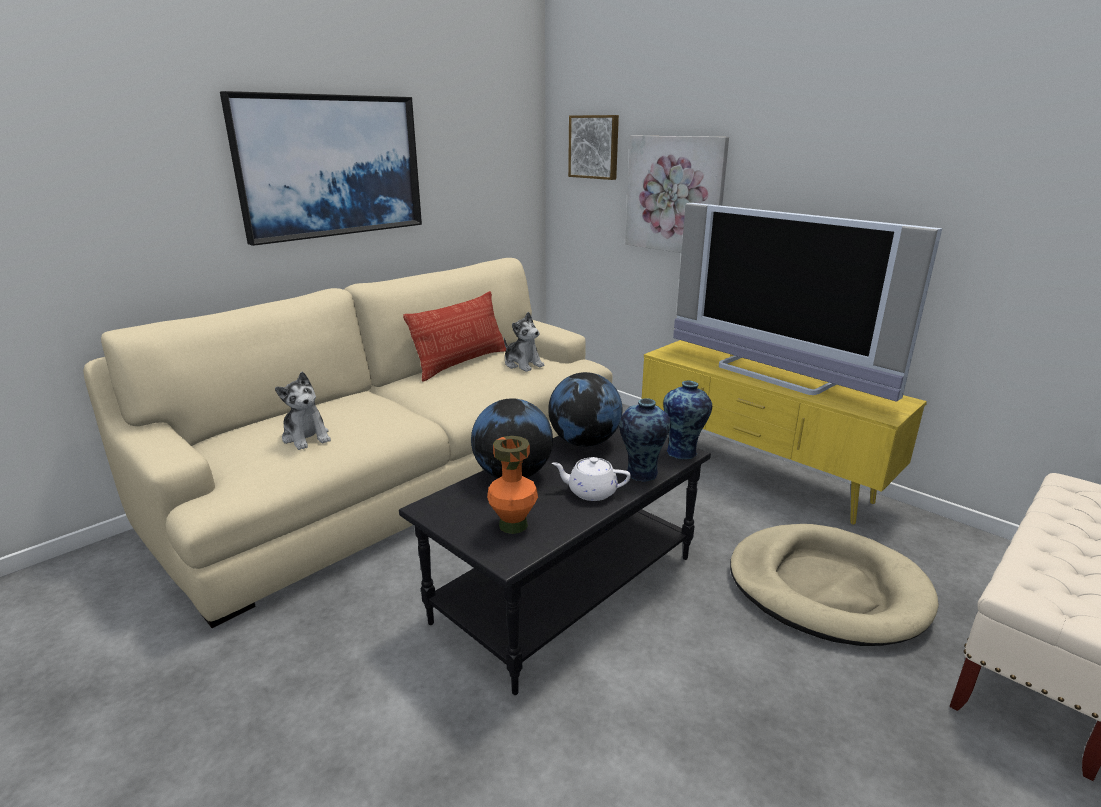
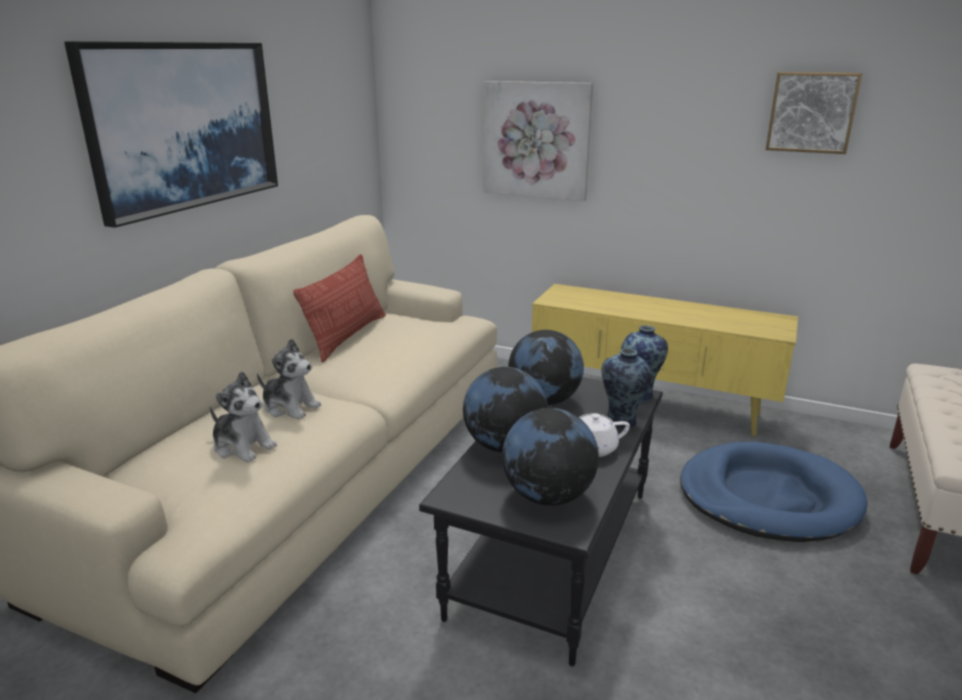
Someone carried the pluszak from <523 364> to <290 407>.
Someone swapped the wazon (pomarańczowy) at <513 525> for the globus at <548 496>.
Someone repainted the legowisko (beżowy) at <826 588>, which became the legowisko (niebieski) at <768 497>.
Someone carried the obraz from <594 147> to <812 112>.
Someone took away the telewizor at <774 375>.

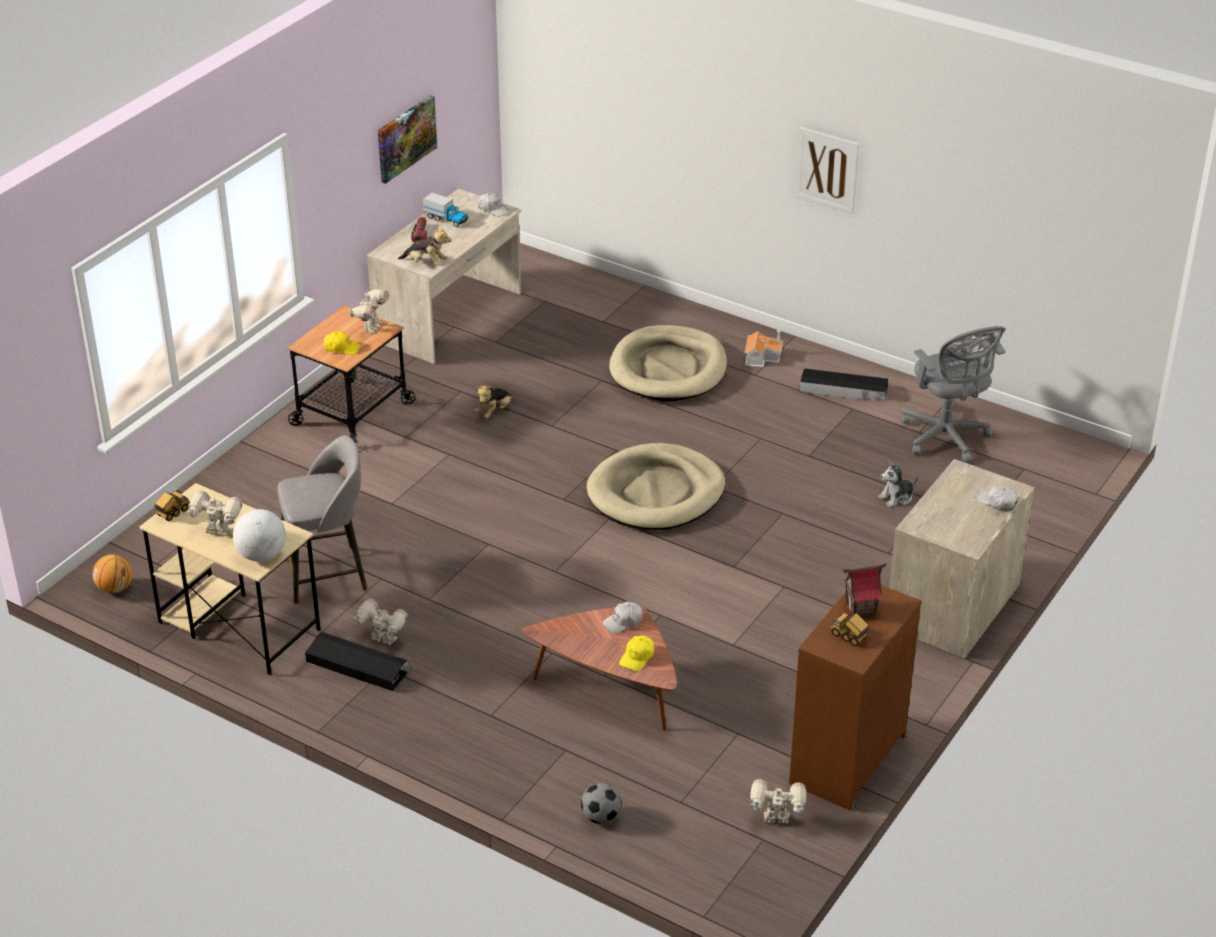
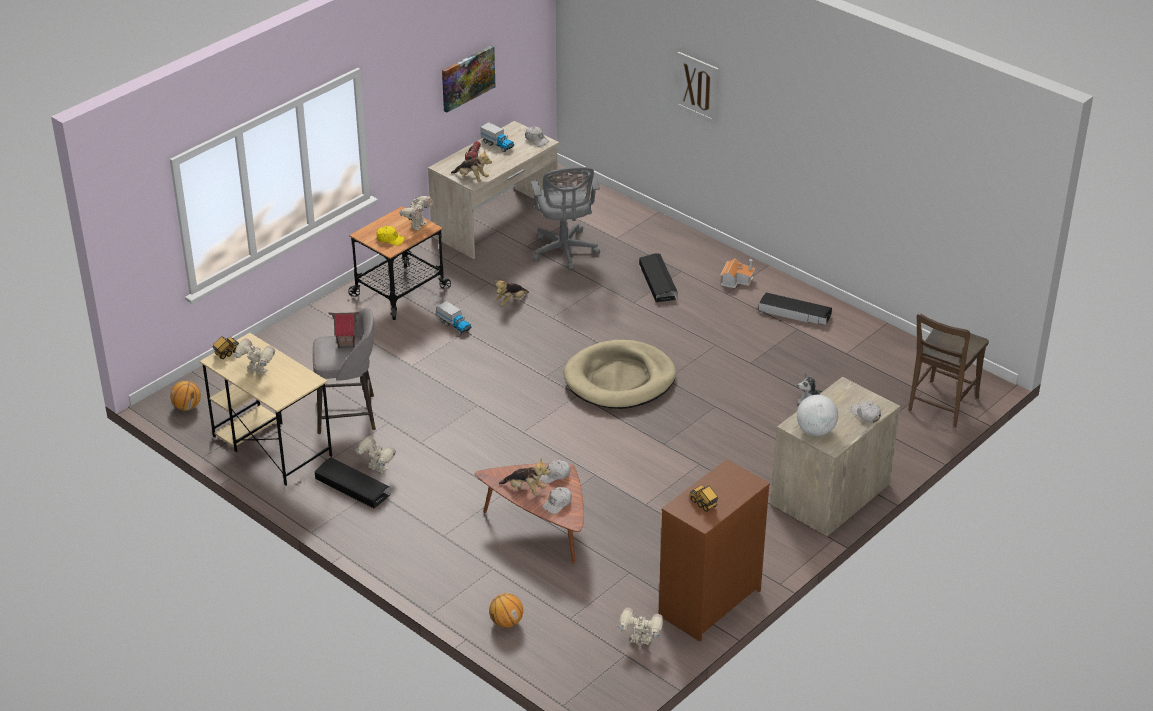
Someone carried the domek from <861 609> to <346 343>.
Someone put down the ciężarówka zabawkowa at <454 325>.
Someone swapped the piłka futbolowa at <601 817> for the piłka do koszykówki at <506 622>.
Someone put down the pluszak at <525 490>.
Someone carried the krzesło biurowe (szary) from <946 438> to <564 252>.
Someone repainted the czapka z daszkiem (żółty) at <637 657>, which became the czapka z daszkiem (biały) at <557 503>.
Someone swapped the legowisko (beżowy) at <668 369> for the pojemnik do przechowywania (czarny) at <658 281>.
Someone carried the obraz from <827 170> to <697 87>.
Someone carried the globus from <262 555> to <815 431>.
Someone put down the krzesło (brązowy) at <941 406>.

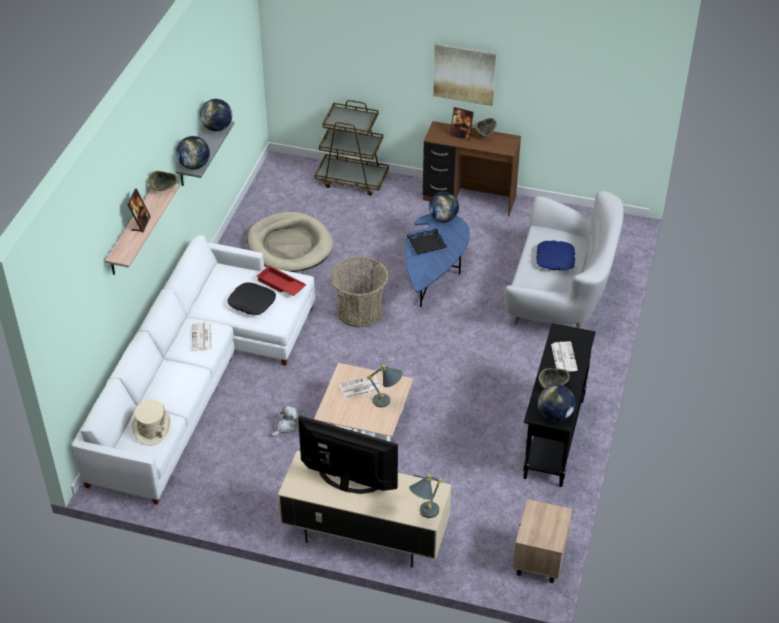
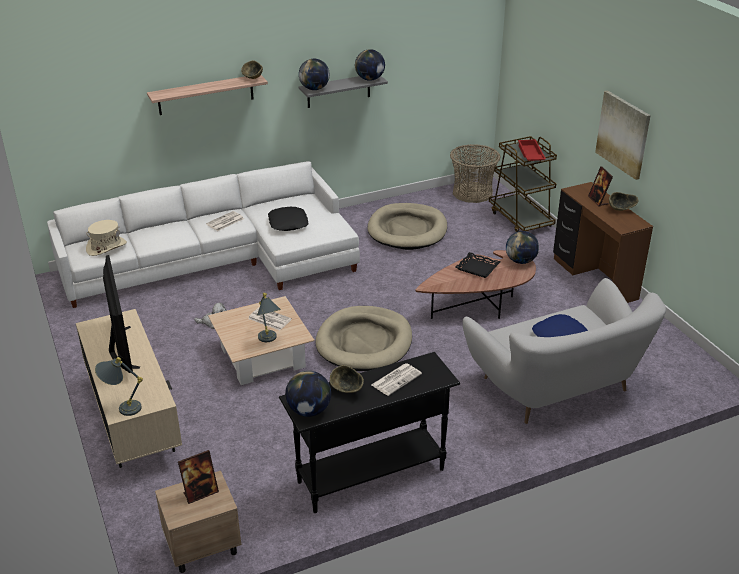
Someone carried the ramka na zdjęcie from <141 224> to <200 493>.
Someone put down the legowisko (beżowy) at <364 342>.
Someone repainted the ława (niebieski) at <434 273>, which became the ława (brązowy) at <479 305>.
Someone carried the koszyk from <359 311> to <472 193>.
Someone carried the taca (czerwony) from <280 285> to <530 154>.

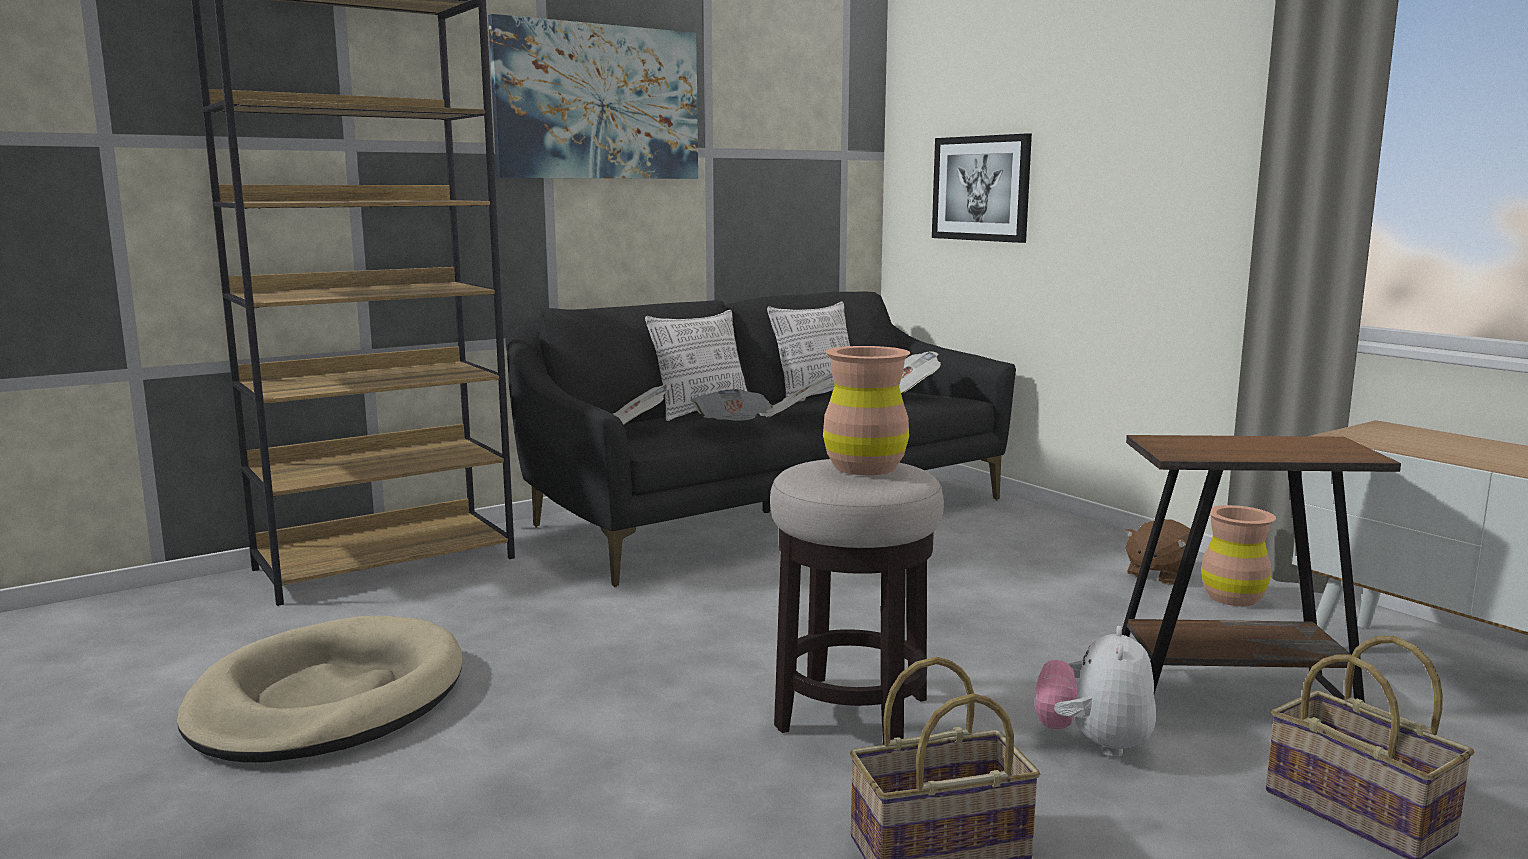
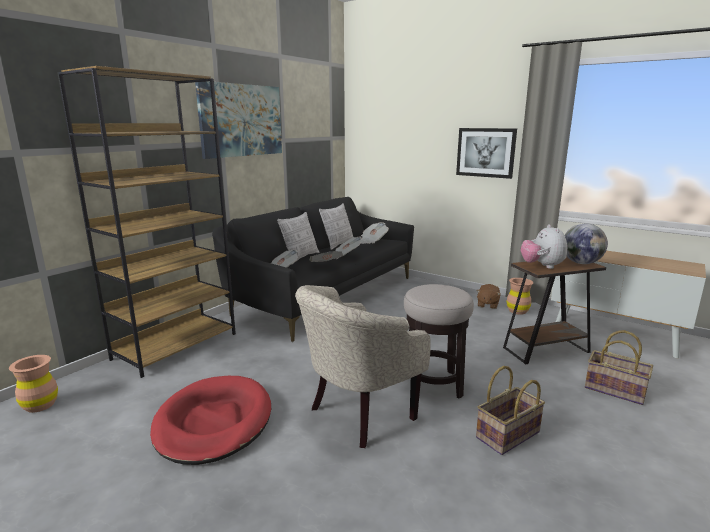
Someone carried the wazon (brązowy) from <865 467> to <40 405>.
Someone repainted the legowisko (beżowy) at <328 700>, which became the legowisko (czerwony) at <213 422>.
Someone put down the fotel (beżowy) at <357 415>.
Someone carried the obraz from <981 188> to <485 152>.
Someone carried the pluszak from <1093 744> to <542 266>.
Someone put down the globus at <581 263>.

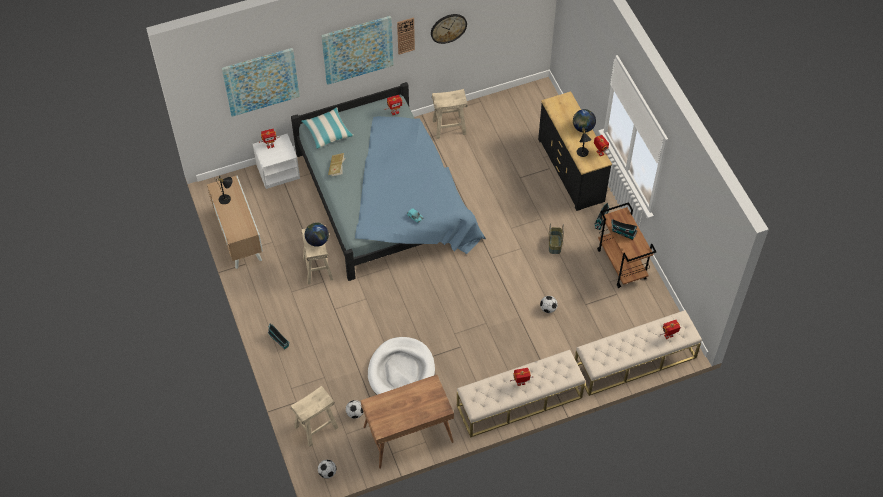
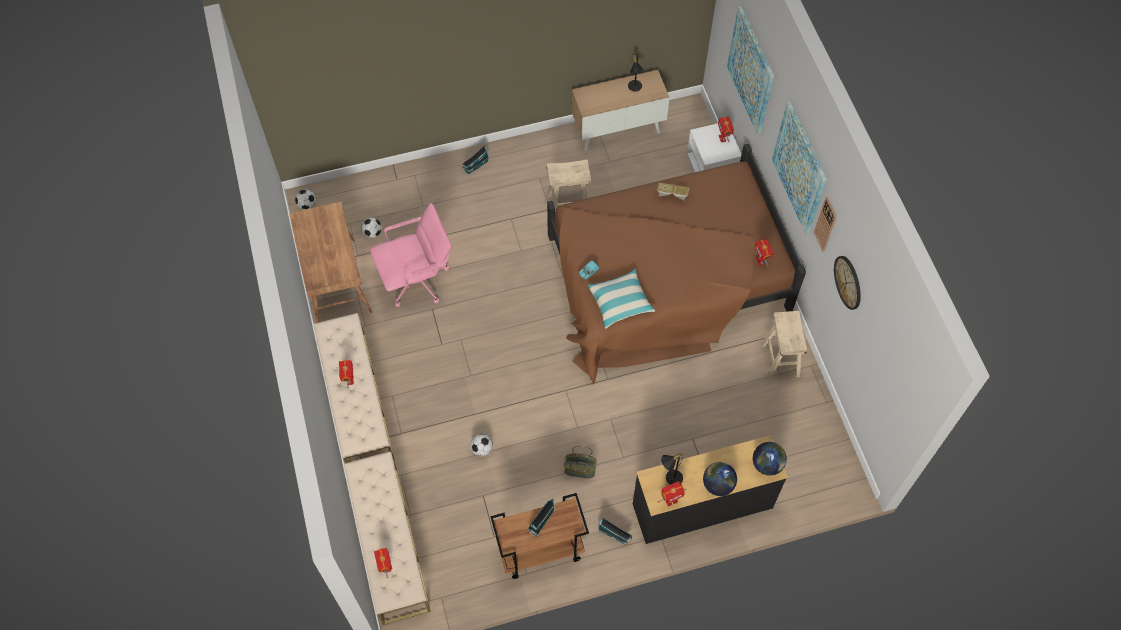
Someone swapped the legowisko (biały) at <401 372> for the krzesło biurowe (różowy) at <417 281>.
Someone repainted the łóżko (niebieski) at <386 199>, which became the łóżko (brązowy) at <664 280>.
Someone carried the poduszka from <327 132> to <620 302>.
Someone carried the globus from <317 241> to <767 464>.
Someone took away the stołek (beżowy) at <316 427>.

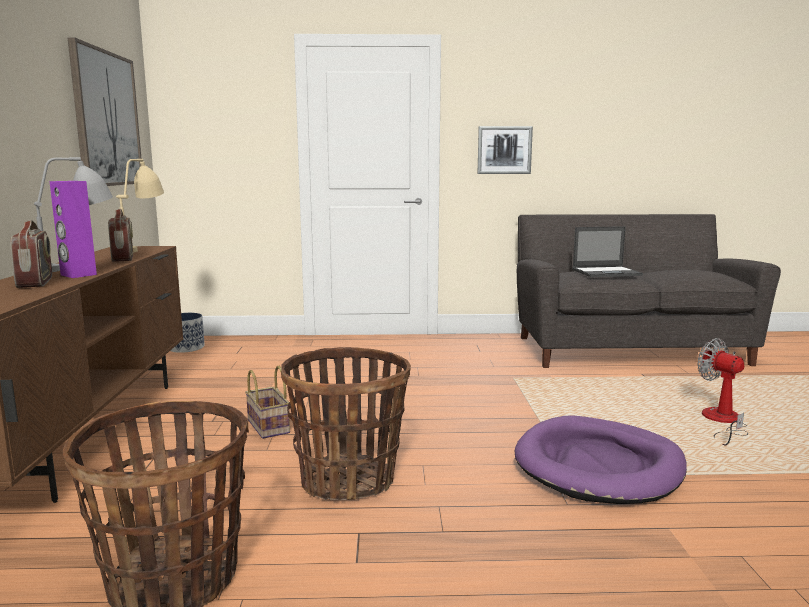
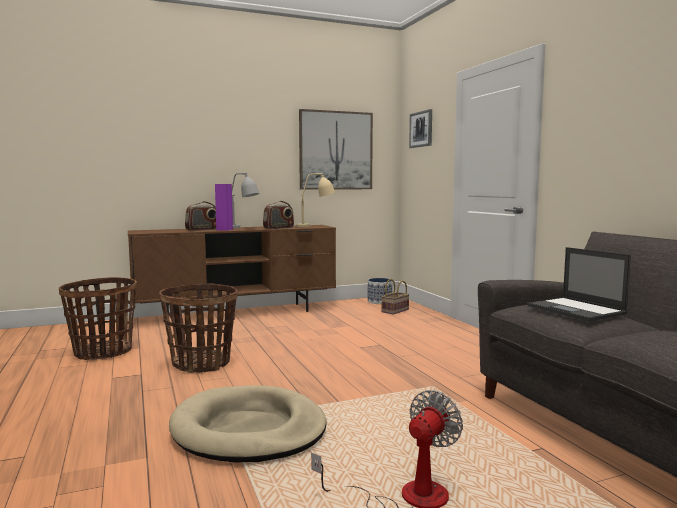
Someone repainted the legowisko (fioletowy) at <599 466>, which became the legowisko (beżowy) at <248 430>.
Someone carried the koszyk from <270 426> to <395 311>.
Someone carried the obraz from <504 150> to <421 129>.

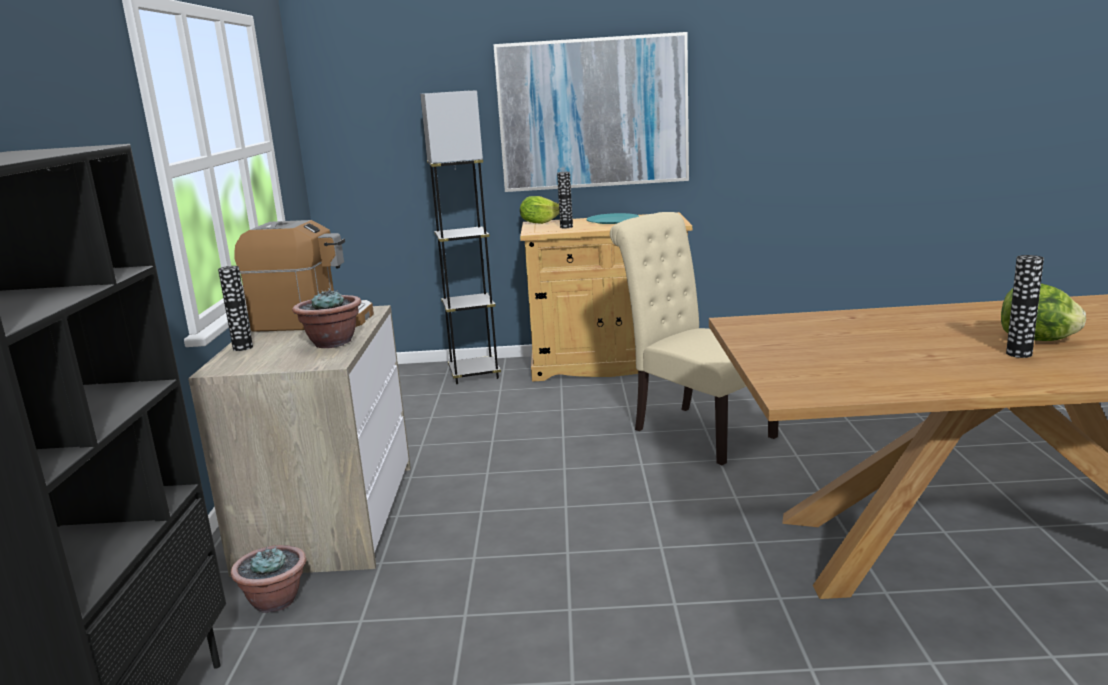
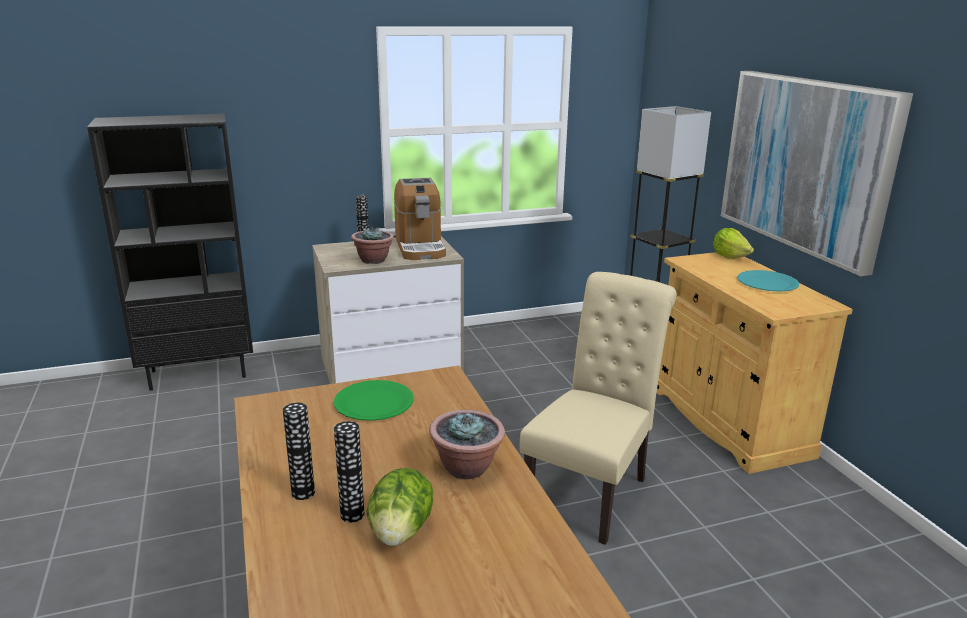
Someone carried the wazon from <566 227> to <303 493>.
Someone put down the talerz (zielony) at <374 402>.
Someone carried the roślina doniczkowa from <275 601> to <467 468>.

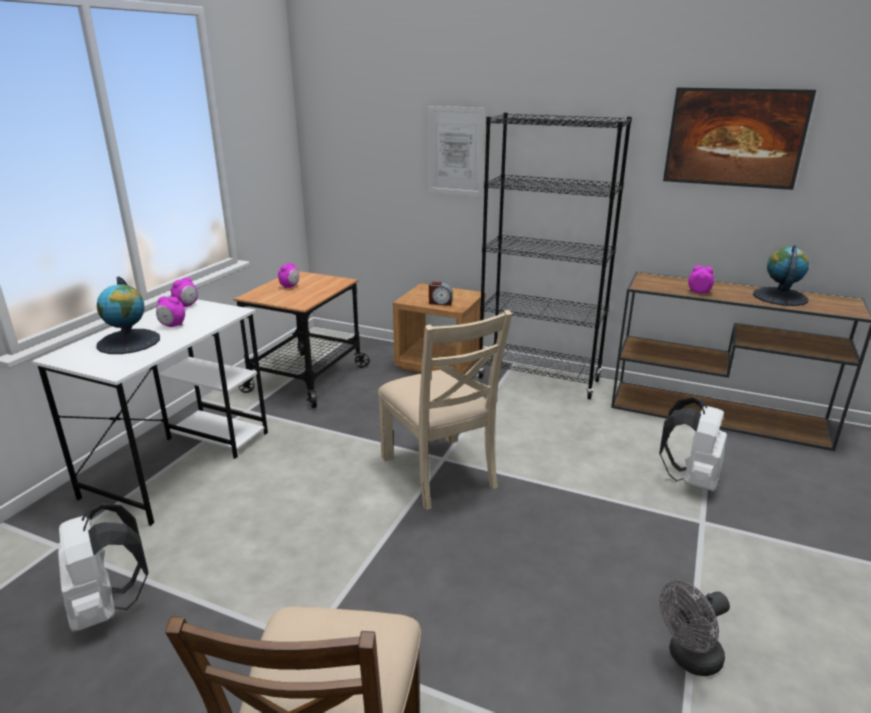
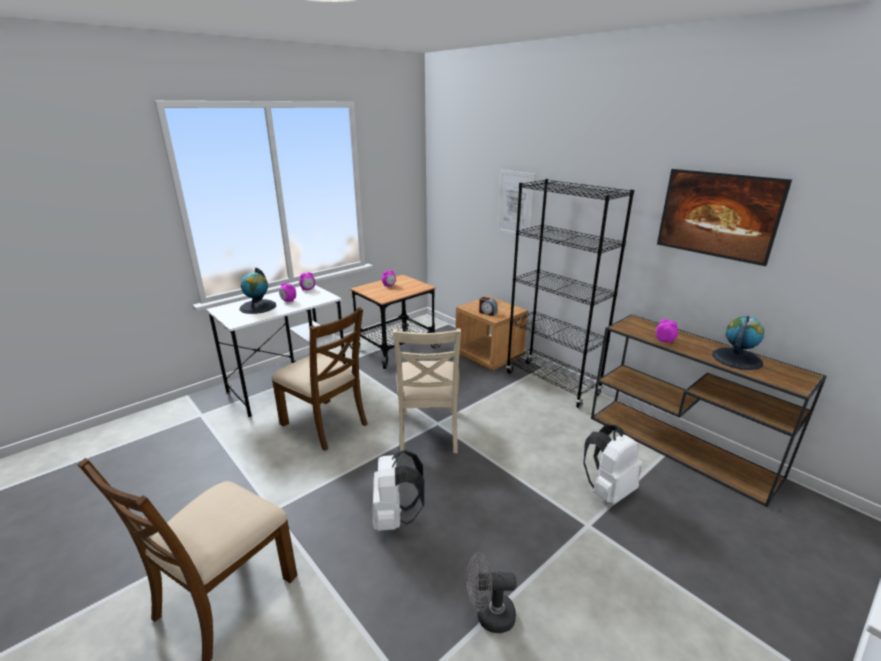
Someone put down the krzesło (brązowy) at <325 424>.
Someone carried the plecak (biały) from <107 607> to <395 518>.

